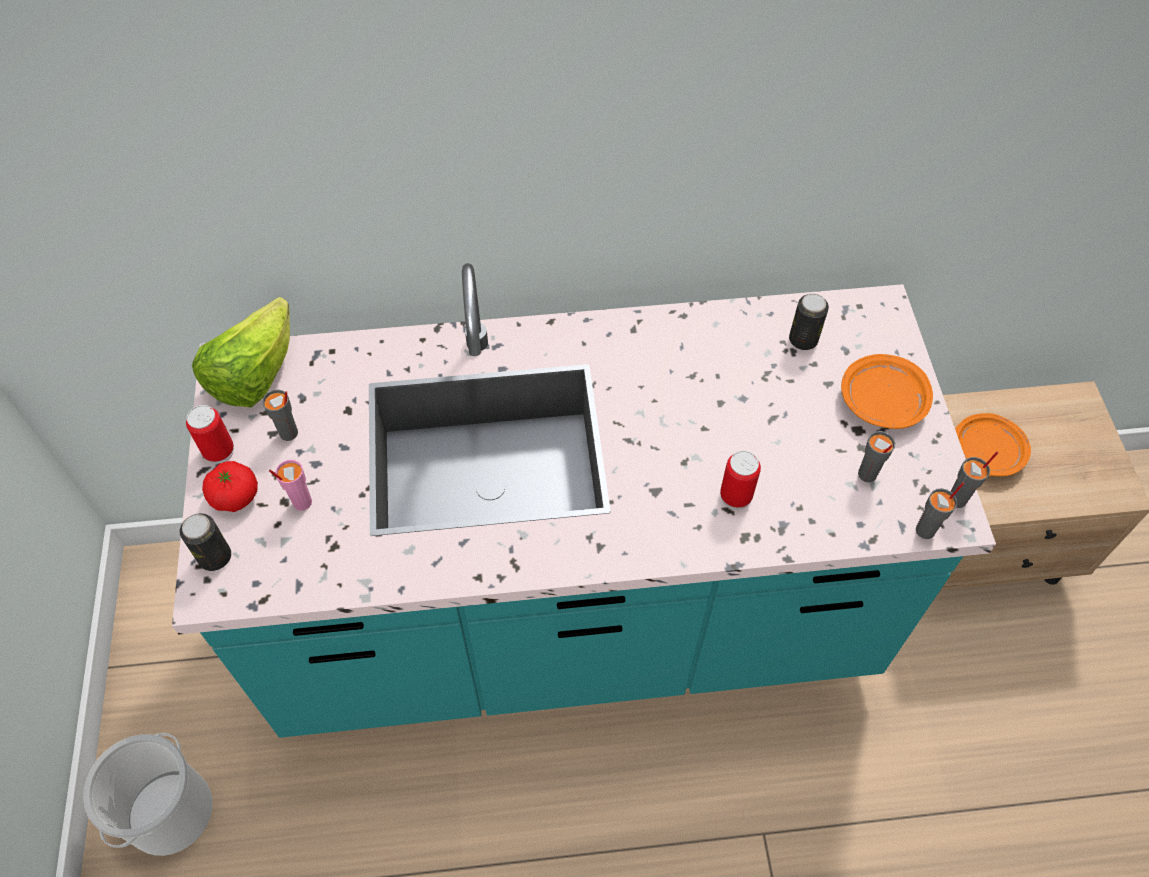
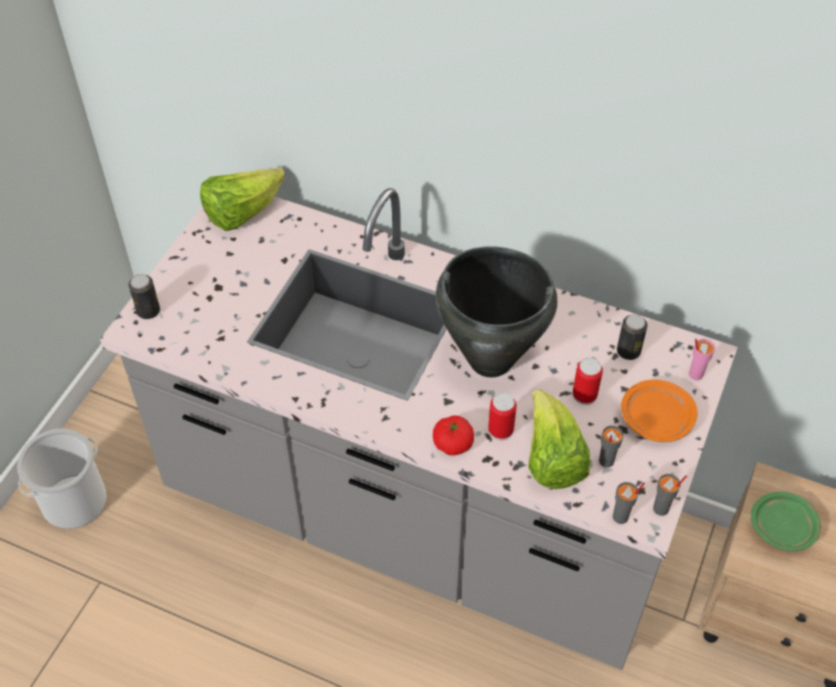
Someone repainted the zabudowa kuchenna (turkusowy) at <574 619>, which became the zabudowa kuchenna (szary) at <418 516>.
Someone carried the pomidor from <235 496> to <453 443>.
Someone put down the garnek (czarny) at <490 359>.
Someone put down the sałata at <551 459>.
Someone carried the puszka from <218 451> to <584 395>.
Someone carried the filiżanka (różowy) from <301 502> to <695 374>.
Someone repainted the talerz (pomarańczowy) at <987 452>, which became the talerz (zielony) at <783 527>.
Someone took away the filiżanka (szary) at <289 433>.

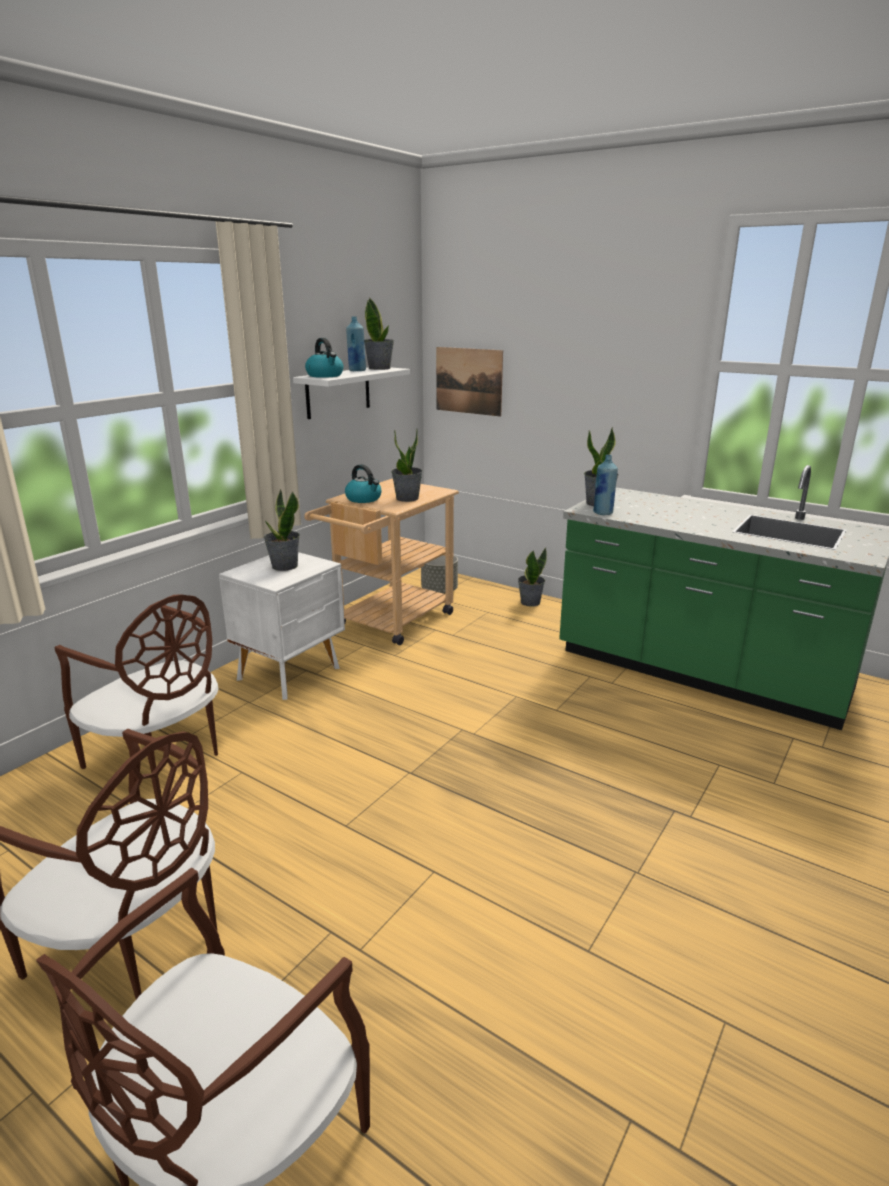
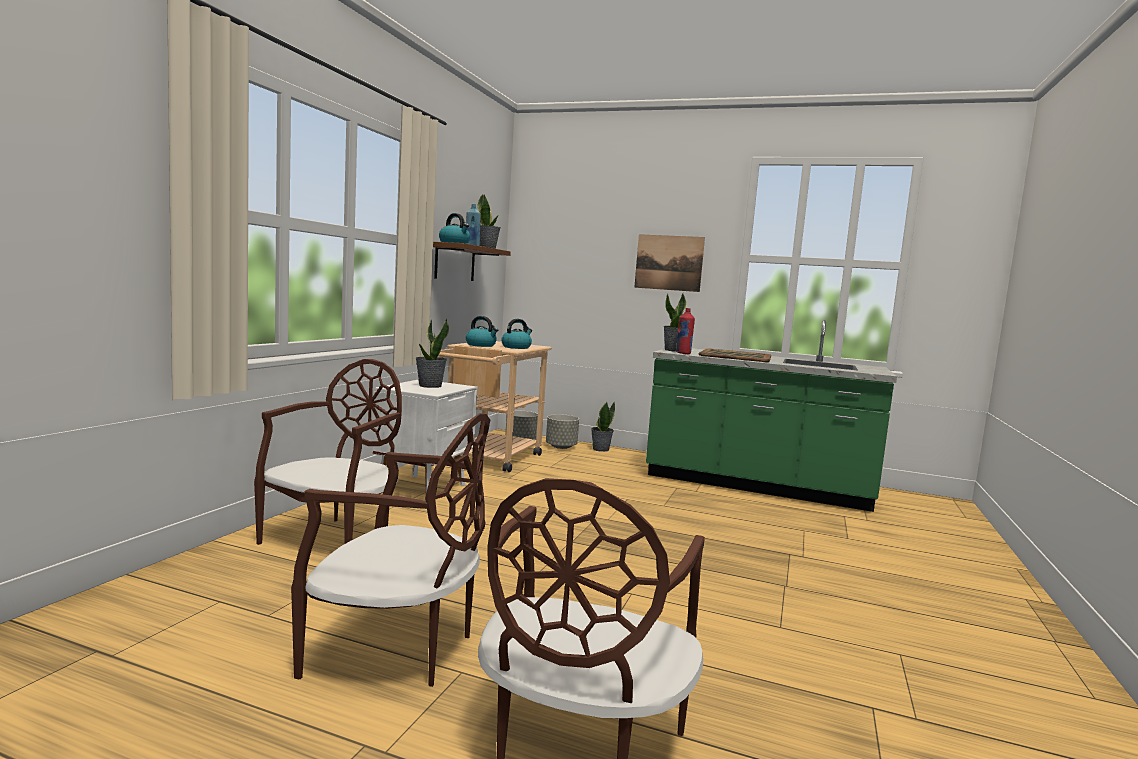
Someone rotated the krzesło (brązowy) at <160 756> by 90 degrees counterclockwise.
Someone repainted the półka (biały) at <338 392>, which became the półka (brązowy) at <455 262>.
Someone swapped the roślina doniczkowa at <407 498> for the czajnik at <516 347>.
Someone put down the donica (szary) at <561 447>.
Someone carried the obraz from <468 381> to <669 262>.
Someone repainted the butelka (niebieski) at <603 513>, which became the butelka (czerwony) at <683 353>.
Someone put down the taca at <734 356>.

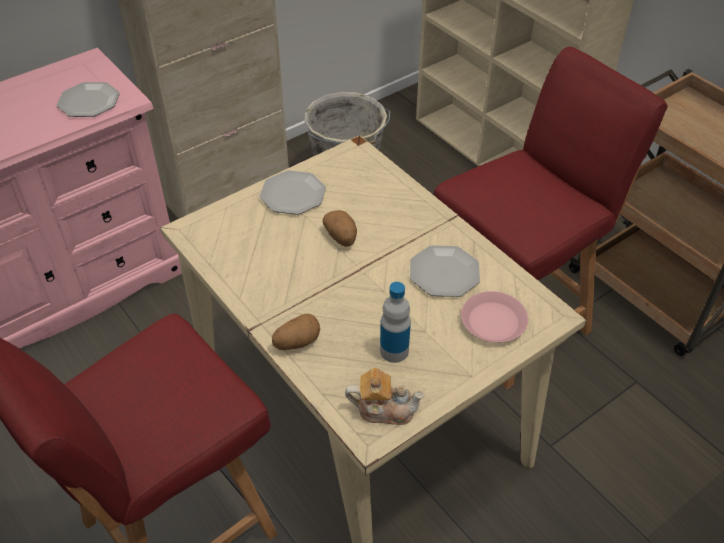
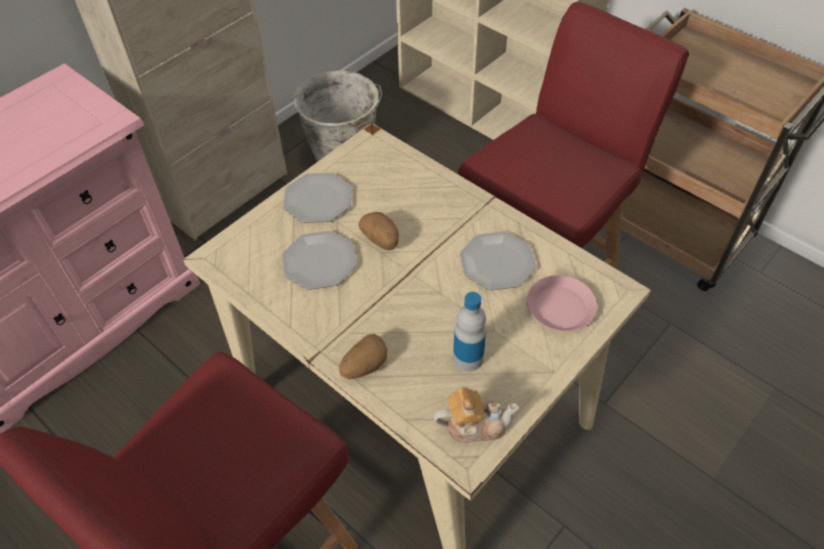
Someone carried the talerz from <89 101> to <320 261>.

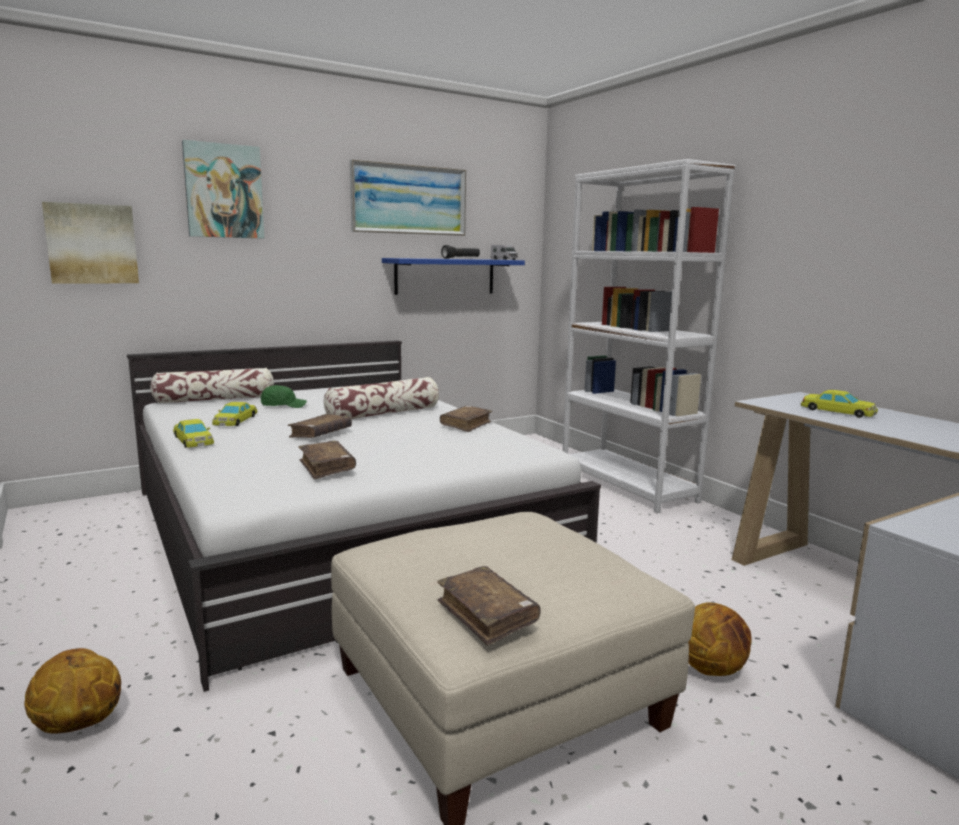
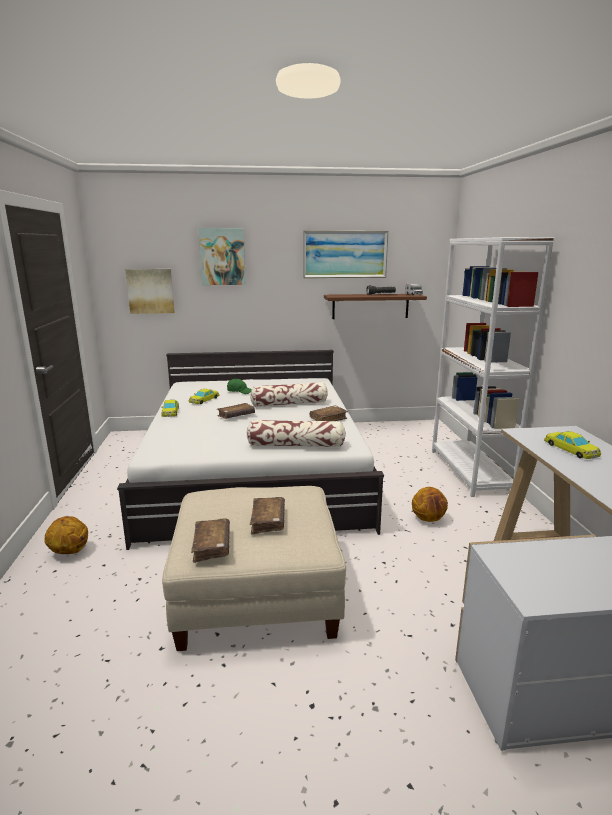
Someone carried the poduszka from <215 399> to <296 445>.
Someone carried the książka (brązowy) from <327 467> to <268 521>.
Someone repainted the półka (niebieski) at <445 276>, which became the półka (brązowy) at <370 306>.
Someone carried the piłka do koszykówki from <712 669> to <428 519>.

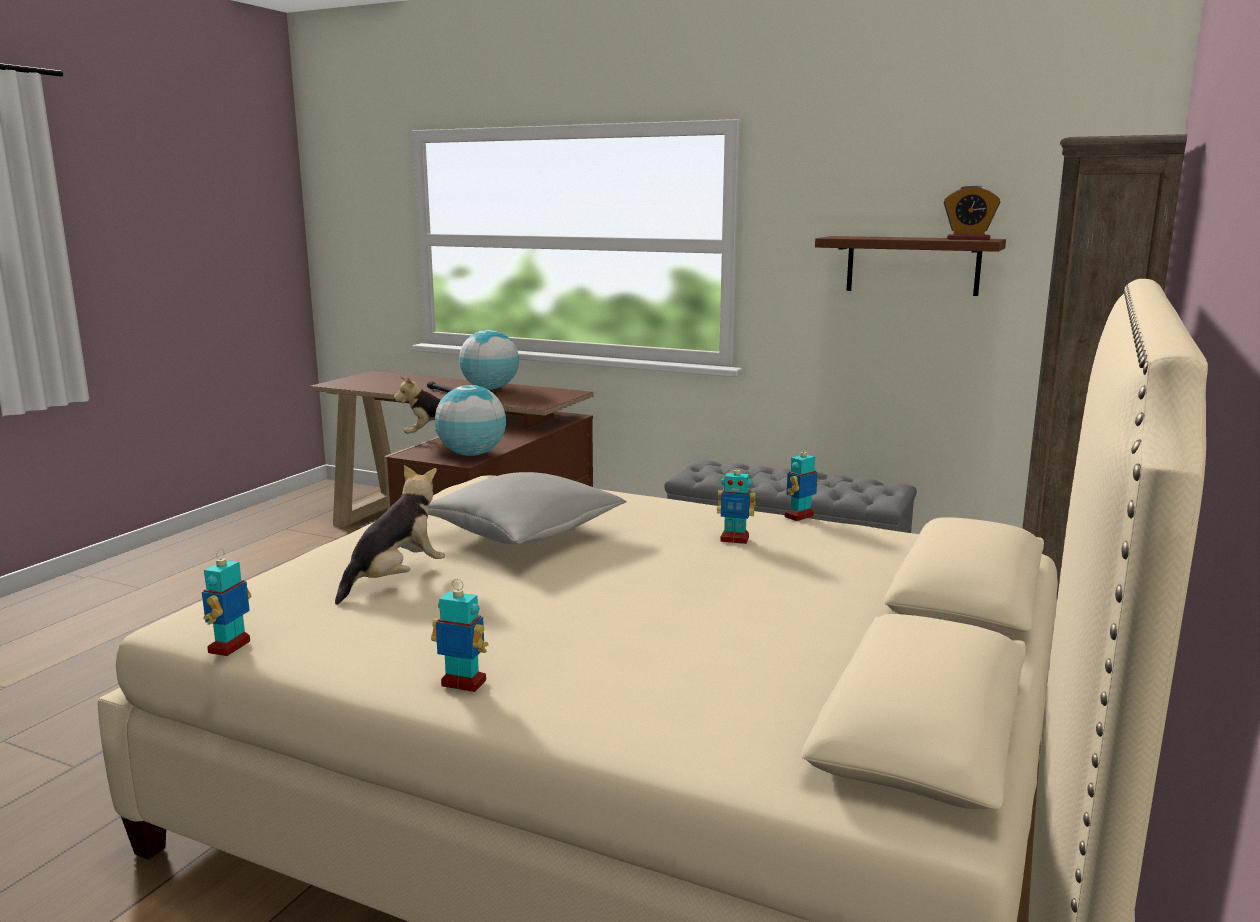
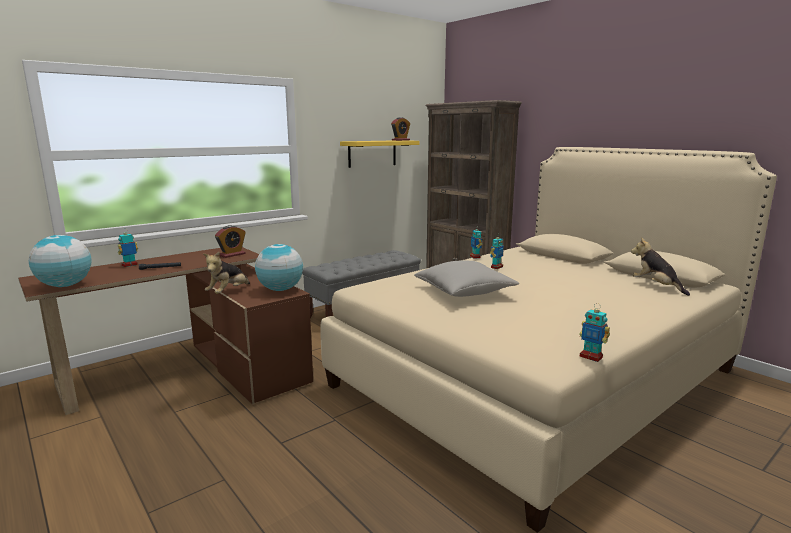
Someone carried the globus from <490 389> to <65 286>.
Someone carried the robot zabawkowy from <463 684> to <129 265>.
Someone put down the budzik at <232 254>.
Someone repainted the półka (brązowy) at <912 265>, which became the półka (żółty) at <372 153>.
Someone carried the pluszak from <395 579> to <656 286>.

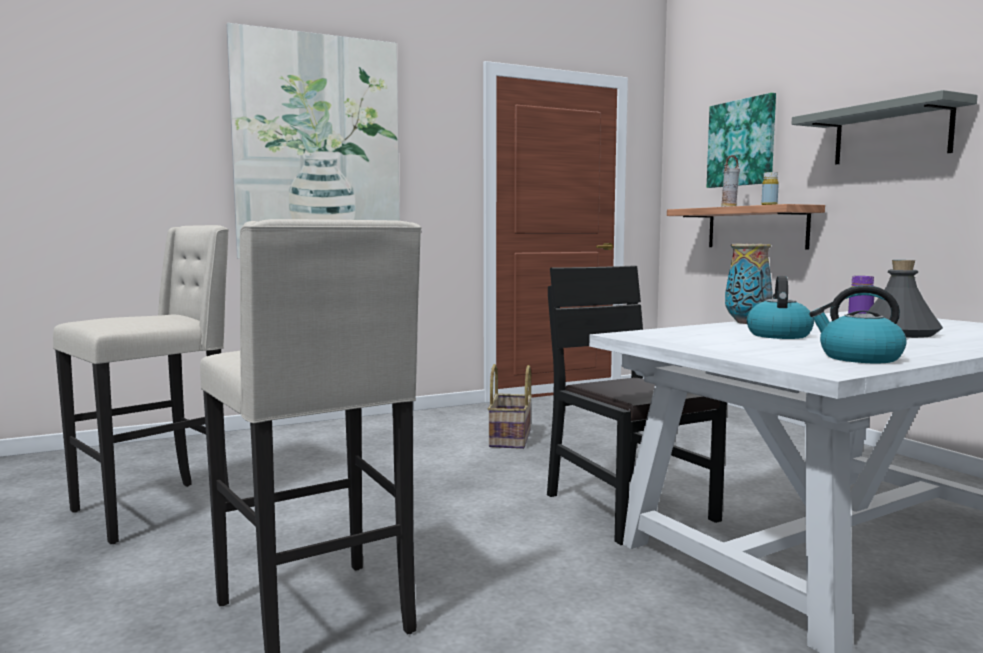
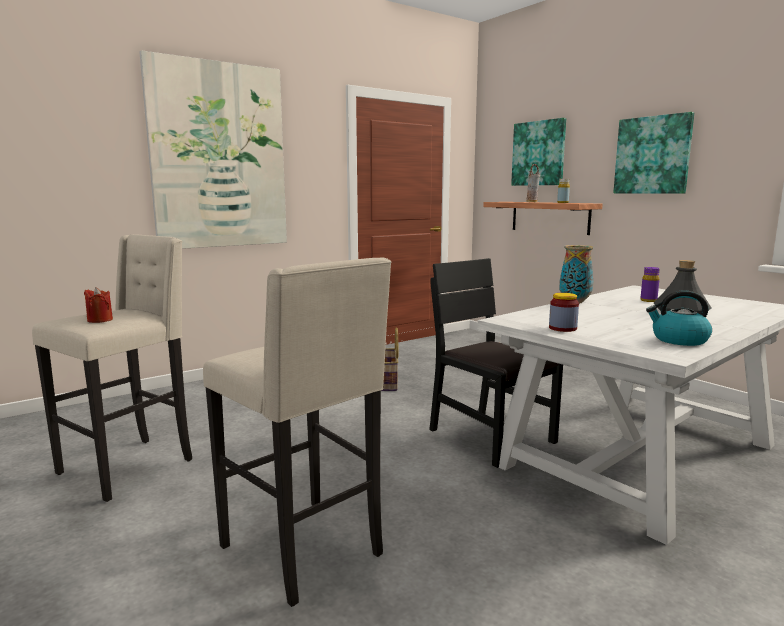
Someone put down the świeca (czerwony) at <100 320>.
Someone put down the słoik at <562 328>.
Someone swapped the półka (szary) at <891 134> for the obraz at <653 155>.
Someone took away the czajnik at <778 335>.

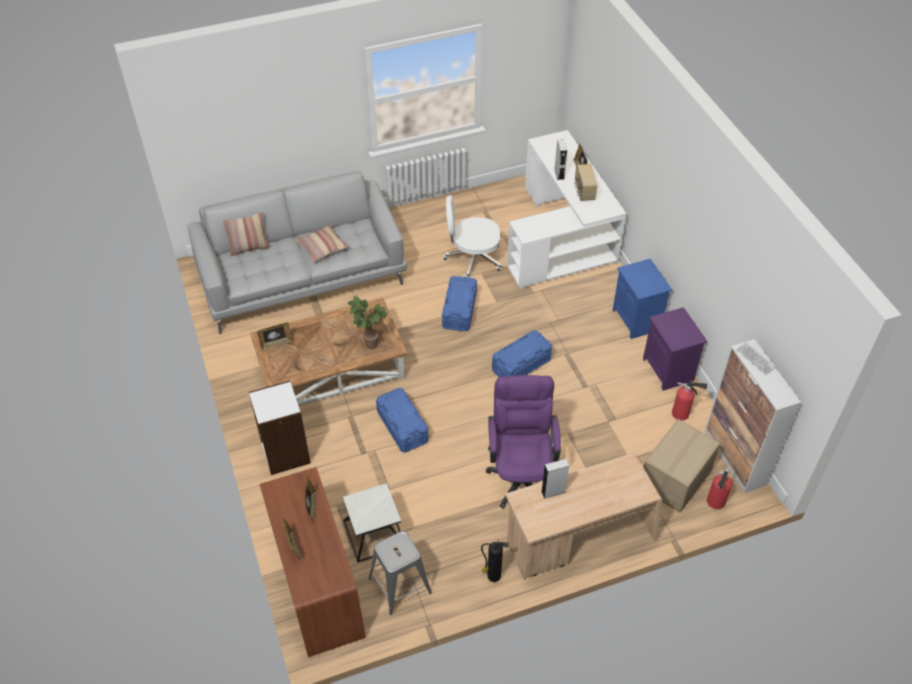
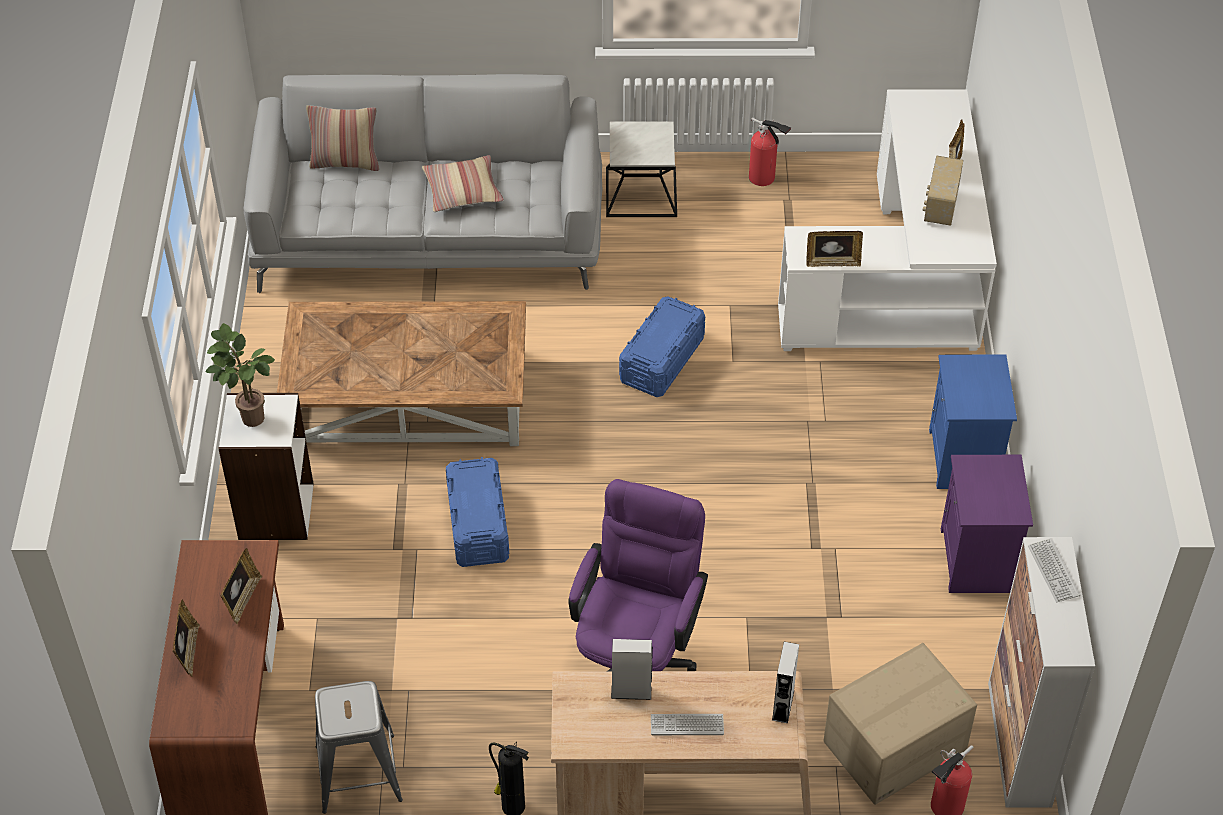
Someone carried the roślina doniczkowa from <369 345> to <248 418>.
Someone carried the stolik from <374 533> to <641 192>.
Someone put down the klawiatura at <687 725>.
Someone carried the gaśnica from <682 414> to <764 178>.
Someone carried the głośnik (szary) from <559 174> to <783 705>.
Someone carried the ramka na zdjęcie from <276 343> to <832 262>.
Someone took away the krzesło biurowe (biały) at <472 259>.
Someone took away the pojemnik do przechowywania (niebieski) at <521 365>.

